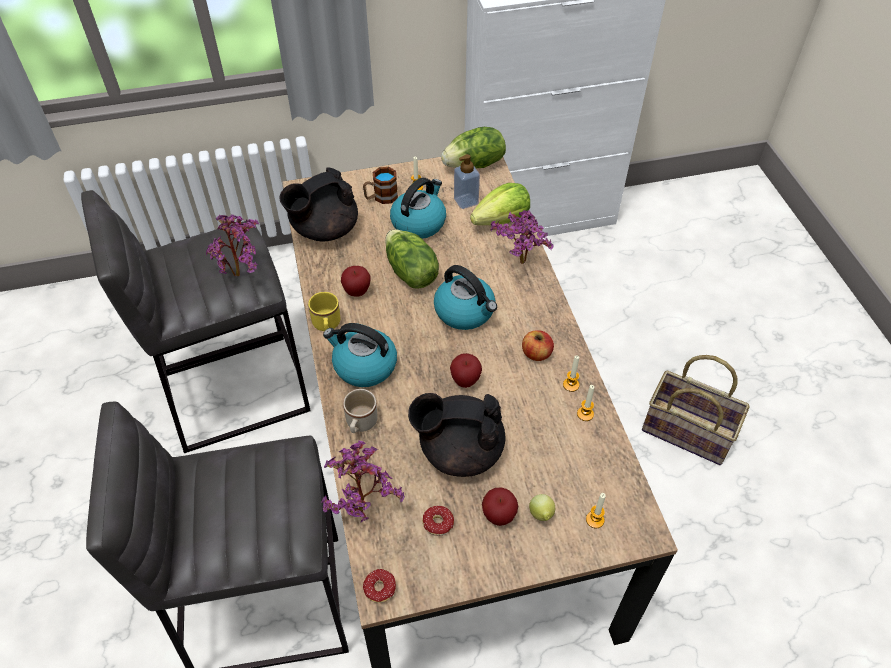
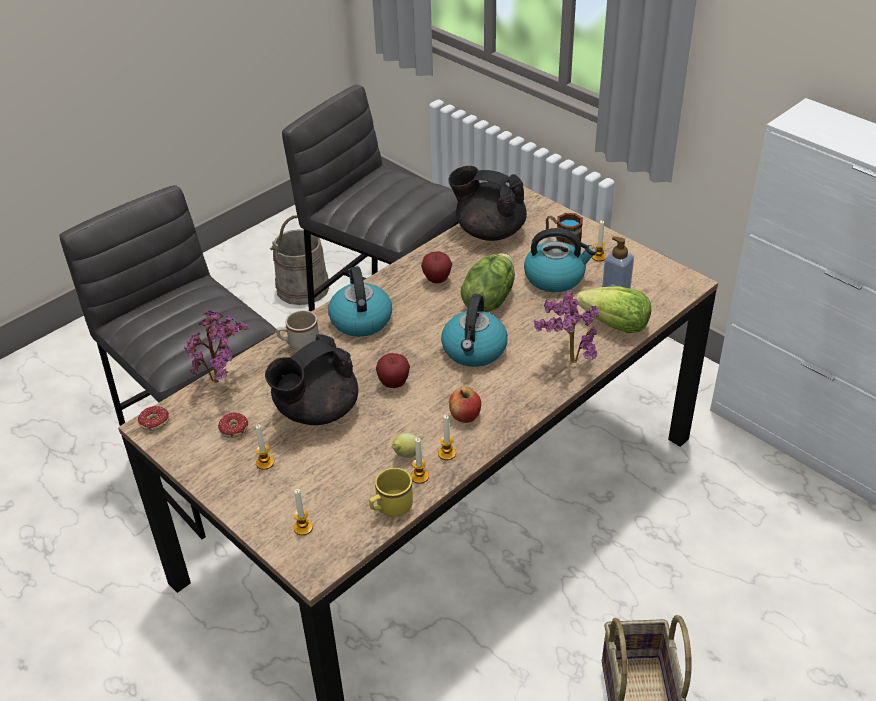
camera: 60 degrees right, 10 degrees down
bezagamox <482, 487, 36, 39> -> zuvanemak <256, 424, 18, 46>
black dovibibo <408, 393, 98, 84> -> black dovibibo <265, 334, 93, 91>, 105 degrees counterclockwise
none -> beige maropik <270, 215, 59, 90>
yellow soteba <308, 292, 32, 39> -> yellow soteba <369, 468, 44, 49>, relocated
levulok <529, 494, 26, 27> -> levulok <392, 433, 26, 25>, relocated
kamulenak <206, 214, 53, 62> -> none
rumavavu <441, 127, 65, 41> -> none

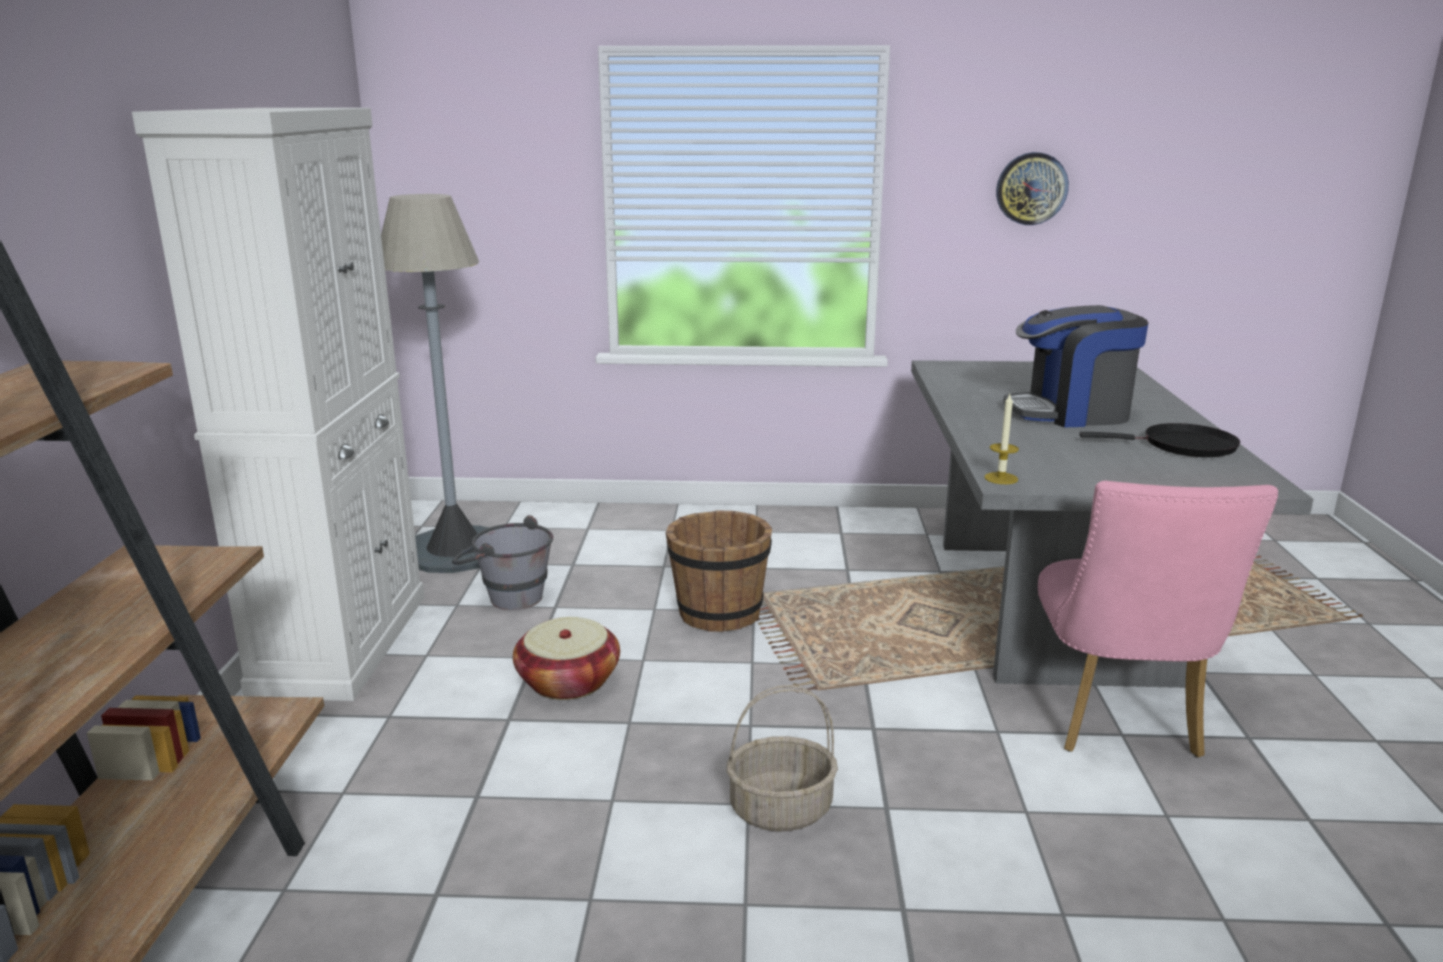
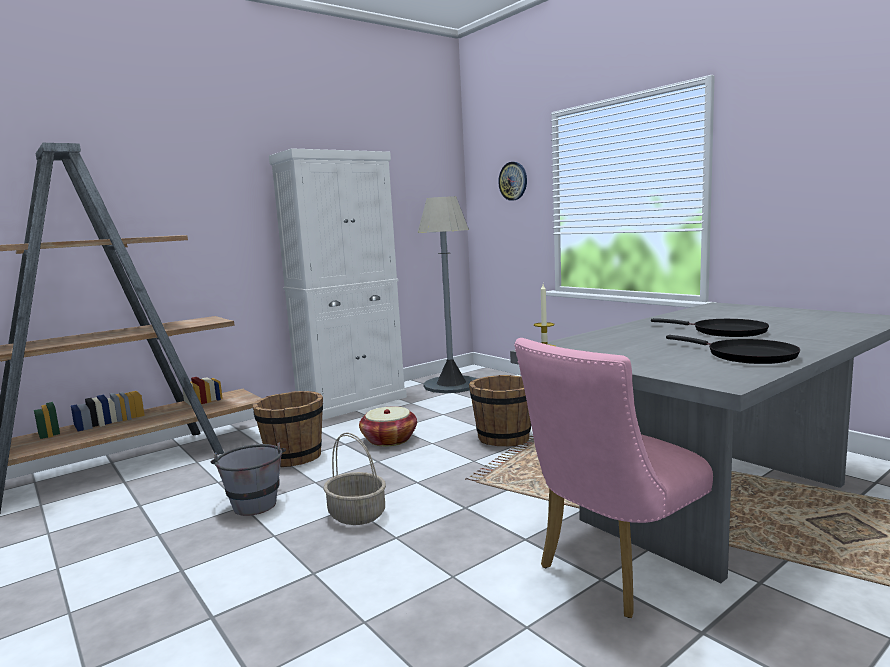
camera: 50 degrees right, 10 degrees down
grey maropik <452, 515, 101, 95> -> grey maropik <211, 442, 75, 74>, relocated
none -> brown maropik <252, 391, 71, 76>
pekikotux <996, 152, 73, 73> -> pekikotux <498, 162, 29, 39>, relocated
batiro <1003, 305, 145, 122> -> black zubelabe <651, 318, 118, 19>

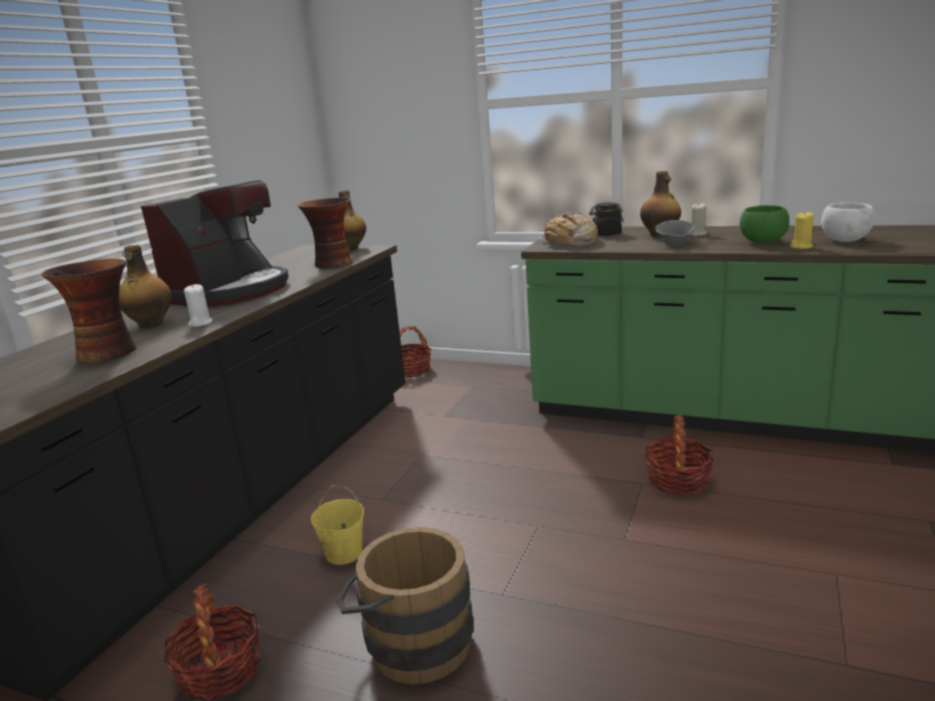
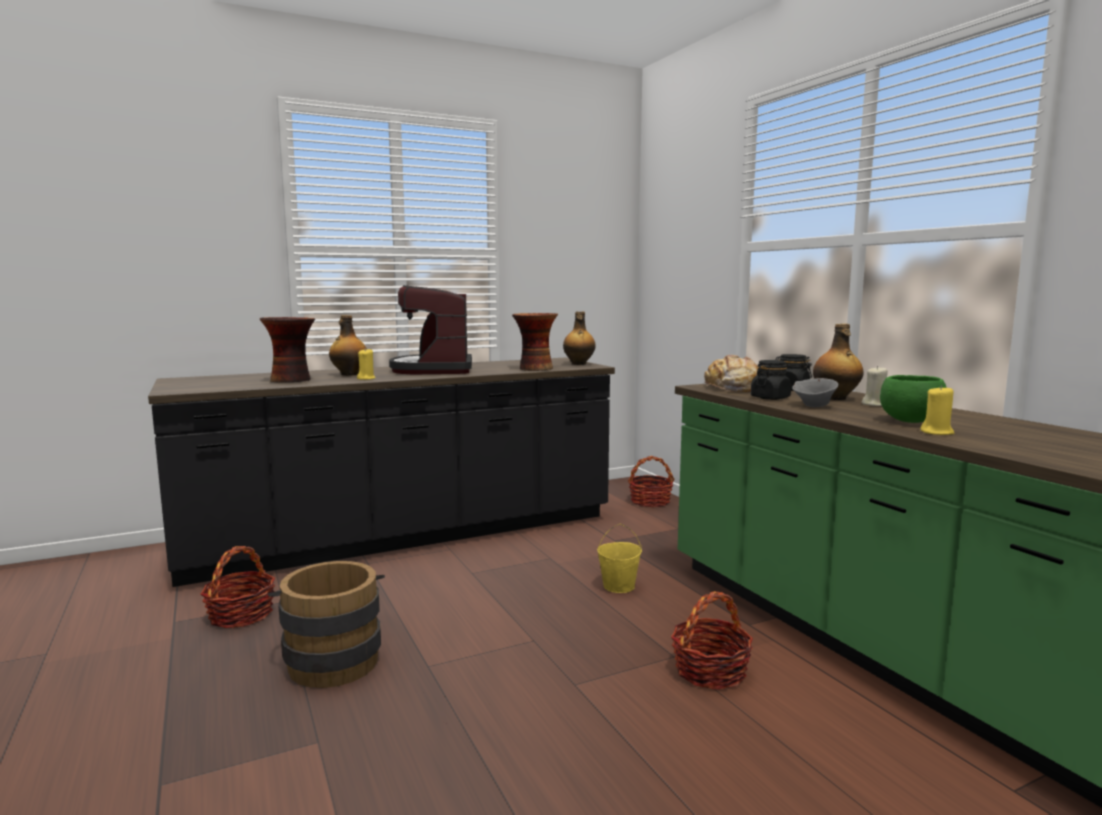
camera: 40 degrees right, 10 degrees down
white zuvanemak <184, 284, 29, 43> -> yellow zuvanemak <357, 349, 19, 31>
batiro <141, 180, 148, 126> -> batiro <389, 285, 83, 89>, 105 degrees clockwise
yellow maropik <311, 485, 53, 80> -> yellow maropik <597, 524, 45, 69>, relocated
none -> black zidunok <751, 360, 40, 40>
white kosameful <821, 202, 54, 40> -> none

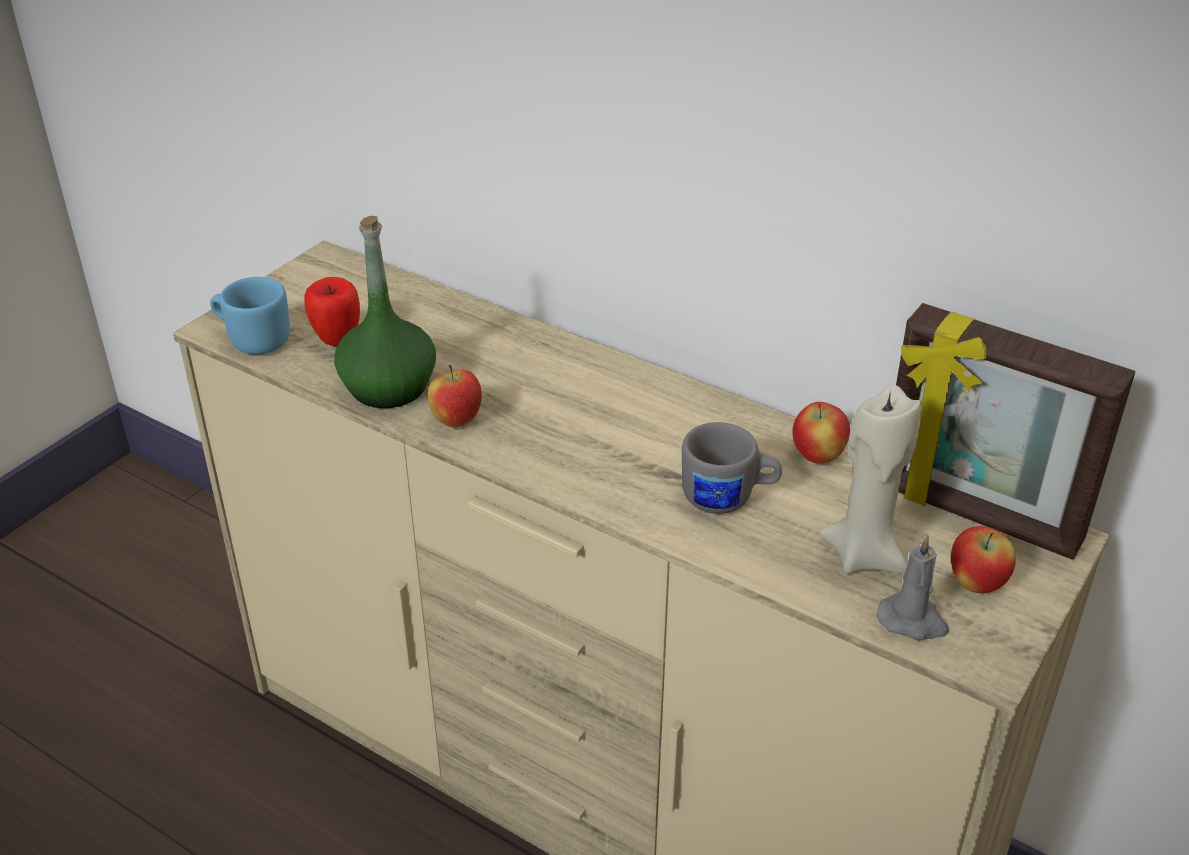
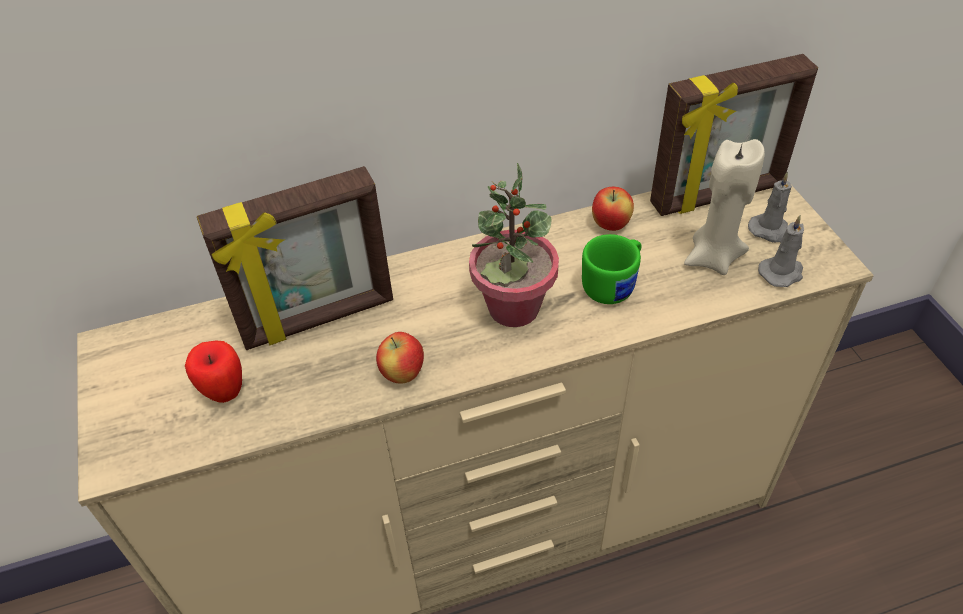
camera: 50 degrees left, 10 degrees up
none -> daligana <197, 166, 196, 184>
none -> kamulenak <469, 163, 90, 164>
grey soteba <682, 422, 100, 92> -> green soteba <582, 234, 59, 70>
bezagamox <951, 526, 65, 67> -> grey zuvanemak <748, 172, 44, 71>
blue soteba <210, 277, 80, 78> -> none
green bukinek <334, 216, 102, 192> -> none

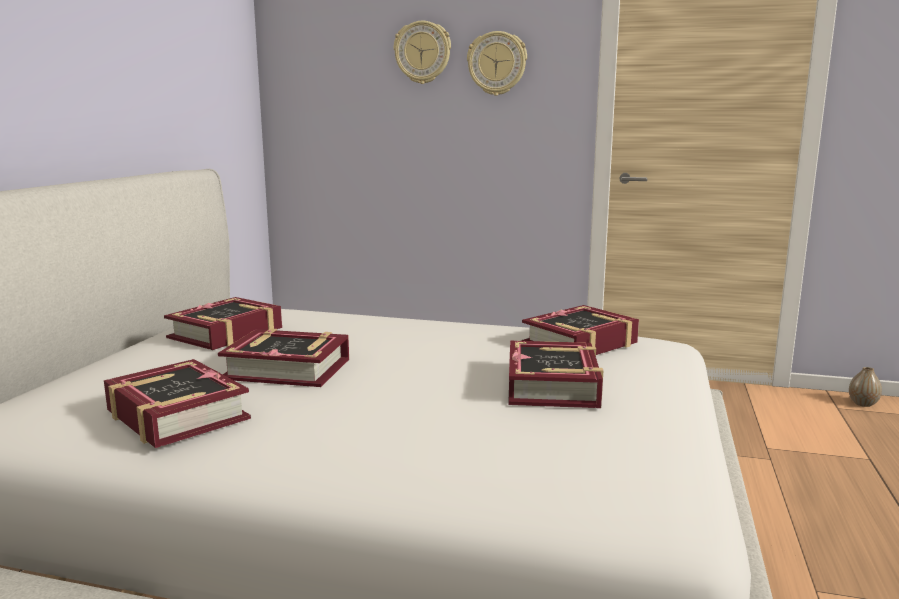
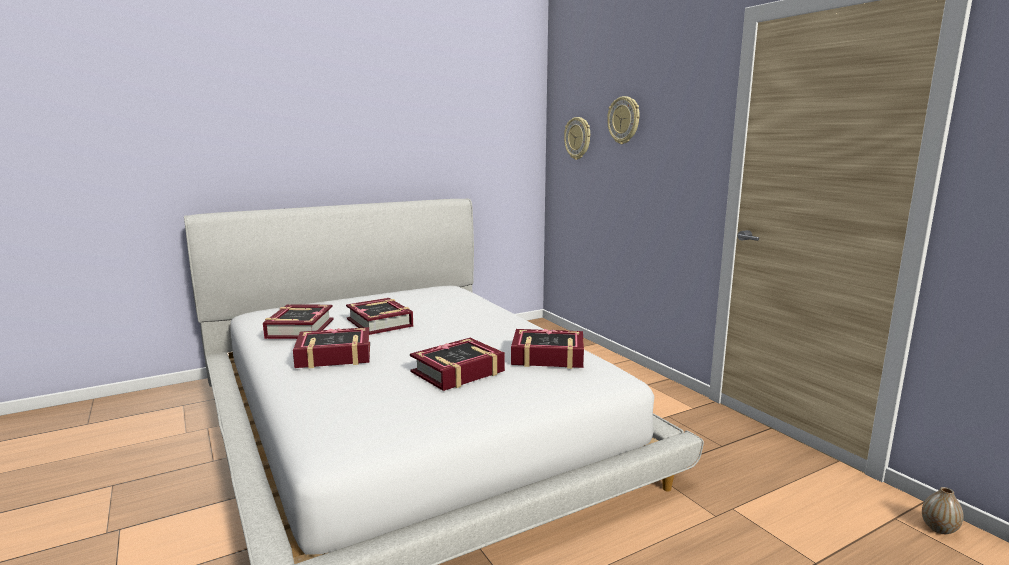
camera: 45 degrees right, 0 degrees up
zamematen <164, 297, 118, 53> -> zamematen <293, 327, 77, 41>, relocated
pekikotux <467, 31, 60, 65> -> pekikotux <564, 117, 26, 43>, relocated

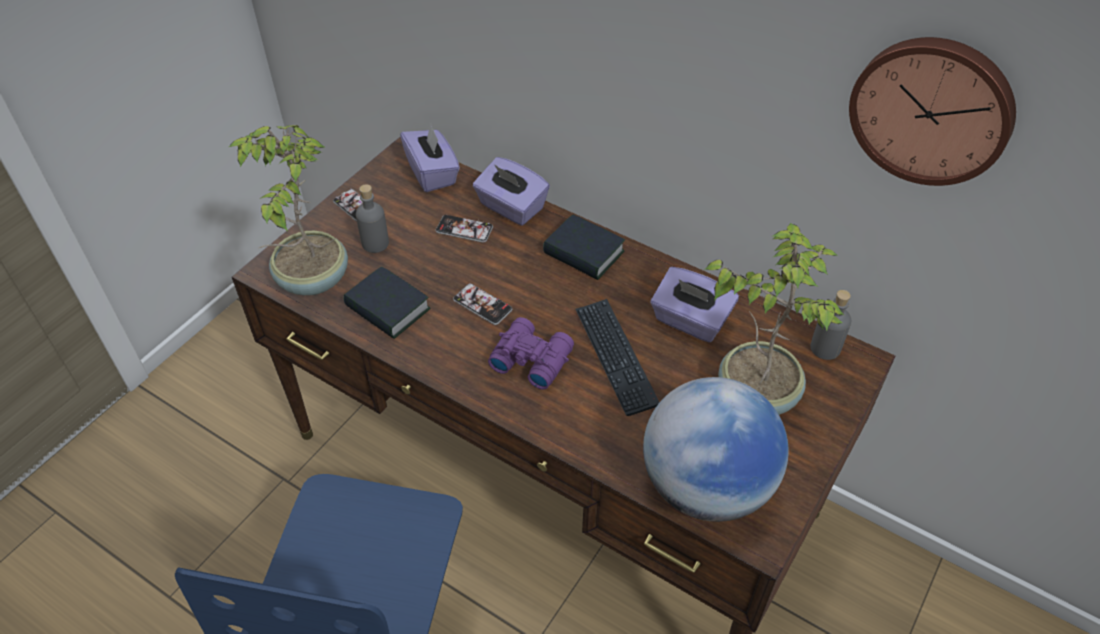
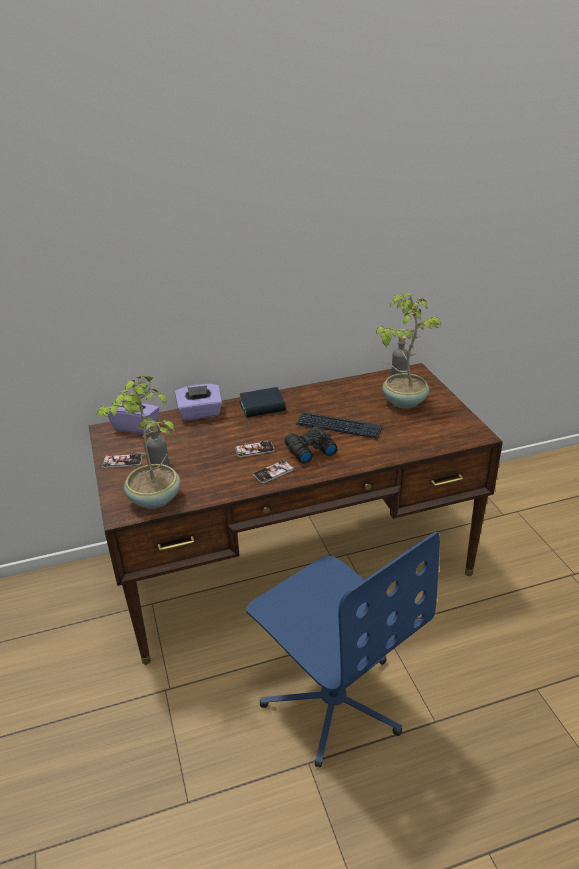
camera: 50 degrees left, 15 degrees down
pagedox <436, 215, 57, 28> -> pagedox <253, 460, 41, 24>, relocated
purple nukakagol <488, 317, 86, 73> -> black nukakagol <285, 426, 52, 38>
zamematen <344, 266, 86, 73> -> none
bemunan <643, 377, 145, 145> -> none
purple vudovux <651, 267, 88, 75> -> none
pekikotux <849, 37, 167, 149> -> none

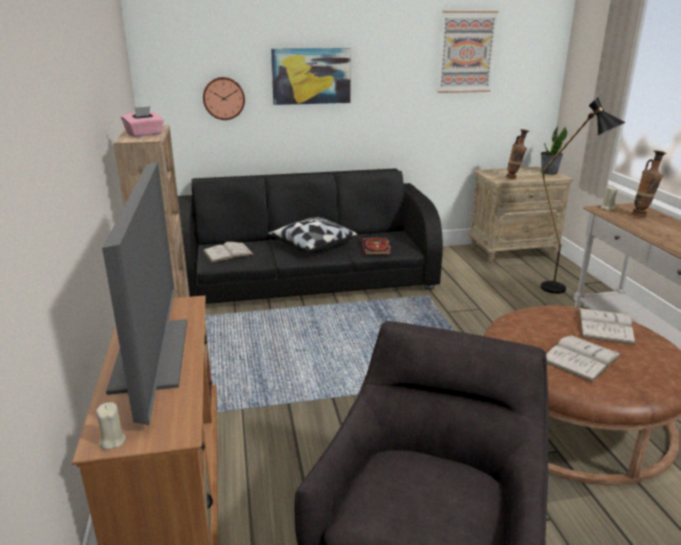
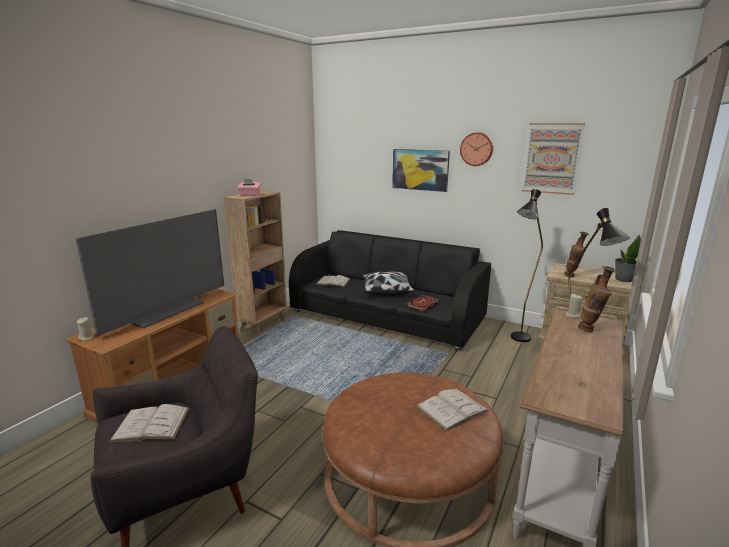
camera: 40 degrees right, 5 degrees down
white zamematen <546, 335, 75, 48> -> white zamematen <108, 404, 82, 39>, relocated
pekikotux <203, 77, 42, 43> -> pekikotux <460, 132, 33, 34>, relocated
none -> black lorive <511, 189, 32, 153>

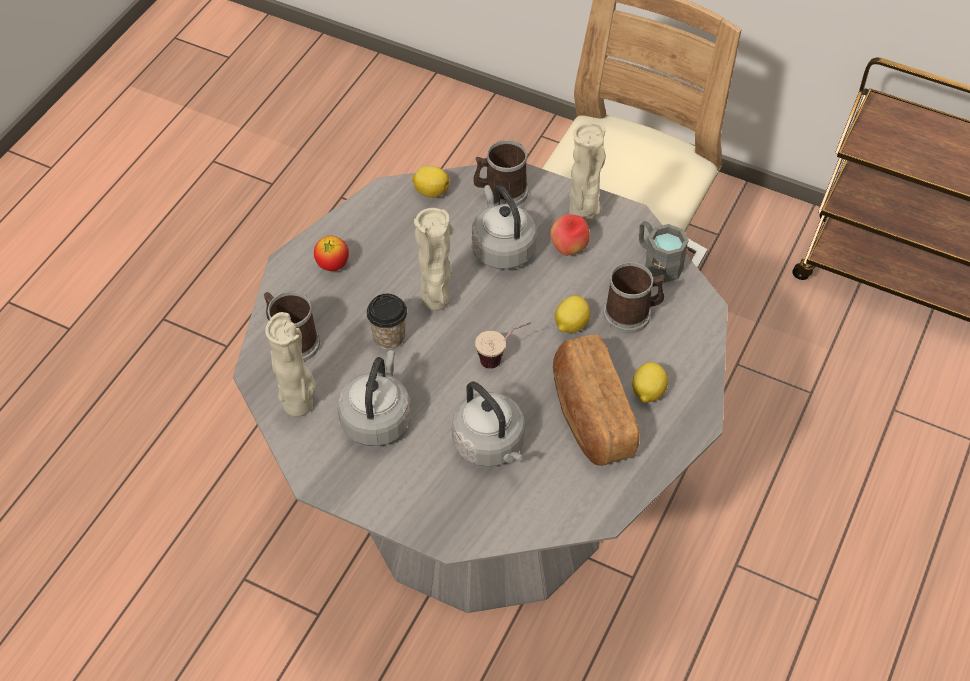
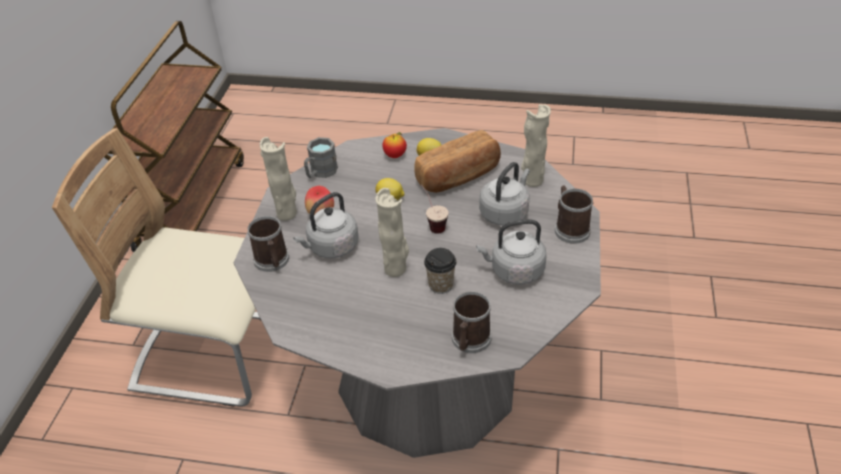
camera: 105 degrees left, 10 degrees down
bezagamox <314, 236, 35, 35> -> bezagamox <382, 132, 25, 26>, relocated
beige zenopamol <265, 312, 52, 105> -> beige zenopamol <521, 104, 30, 83>, relocated
soteba <604, 262, 61, 72> -> soteba <555, 185, 38, 59>, relocated
levulok <412, 166, 38, 32> -> none

